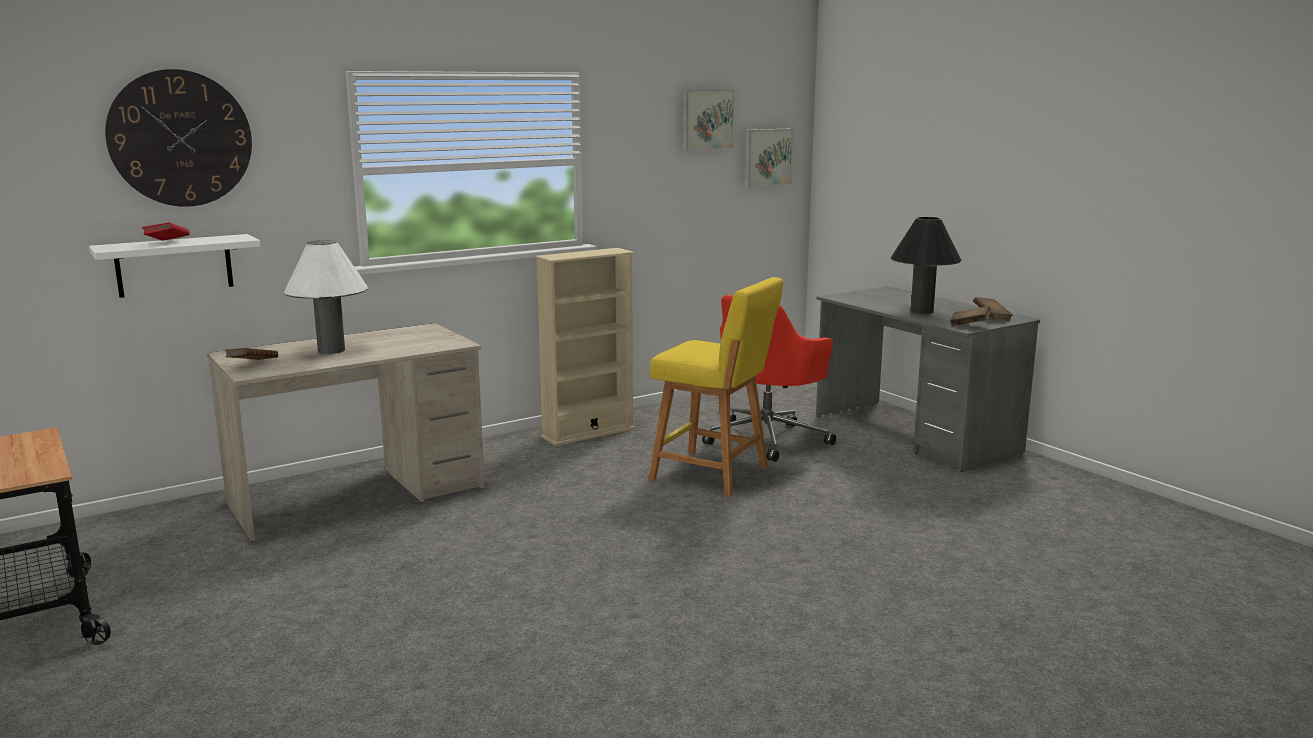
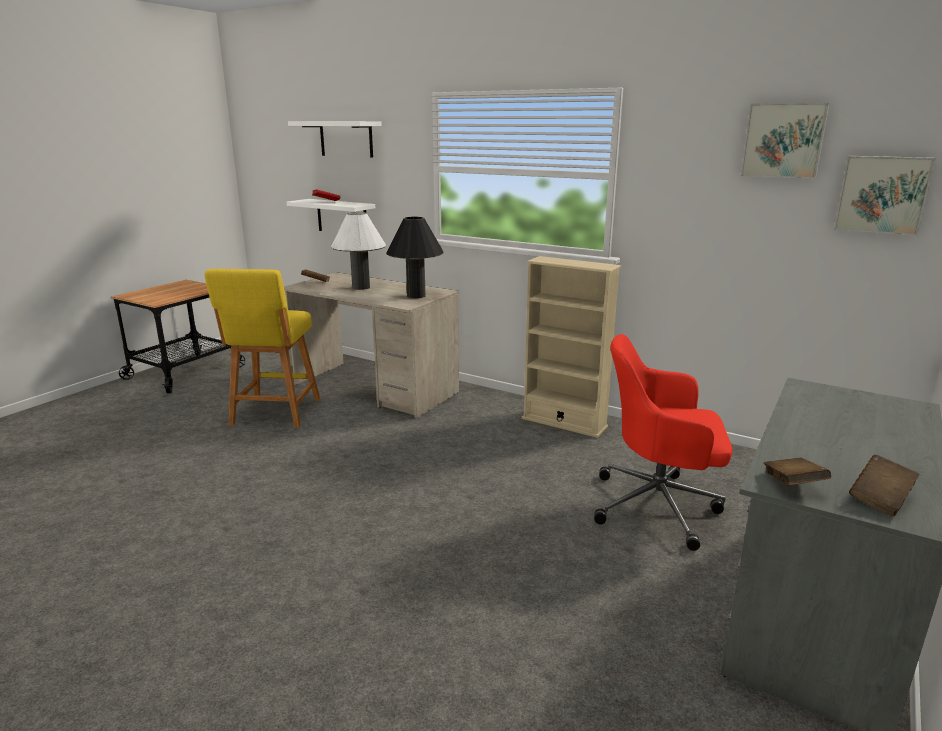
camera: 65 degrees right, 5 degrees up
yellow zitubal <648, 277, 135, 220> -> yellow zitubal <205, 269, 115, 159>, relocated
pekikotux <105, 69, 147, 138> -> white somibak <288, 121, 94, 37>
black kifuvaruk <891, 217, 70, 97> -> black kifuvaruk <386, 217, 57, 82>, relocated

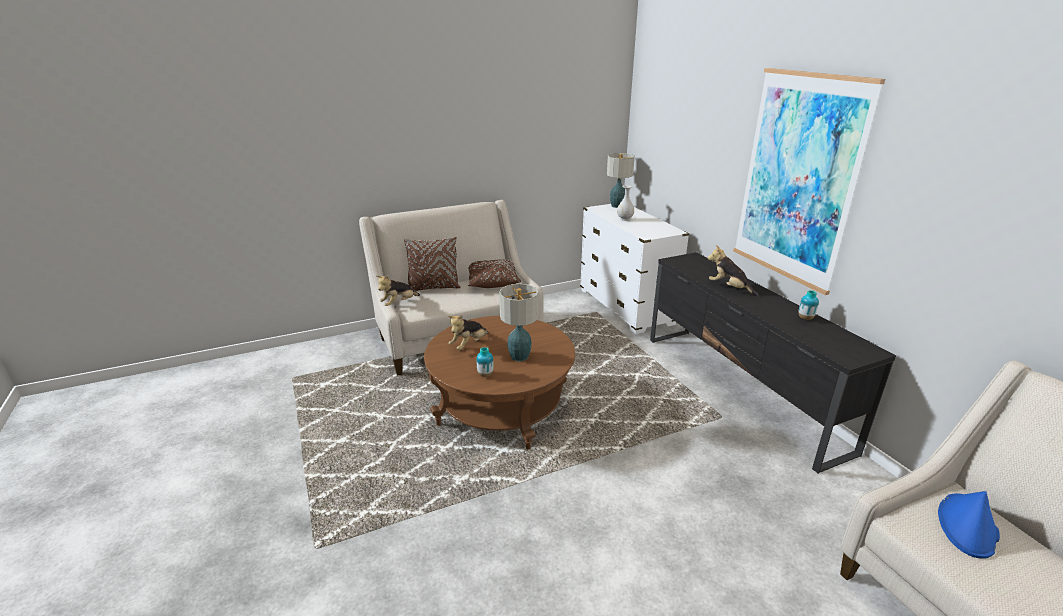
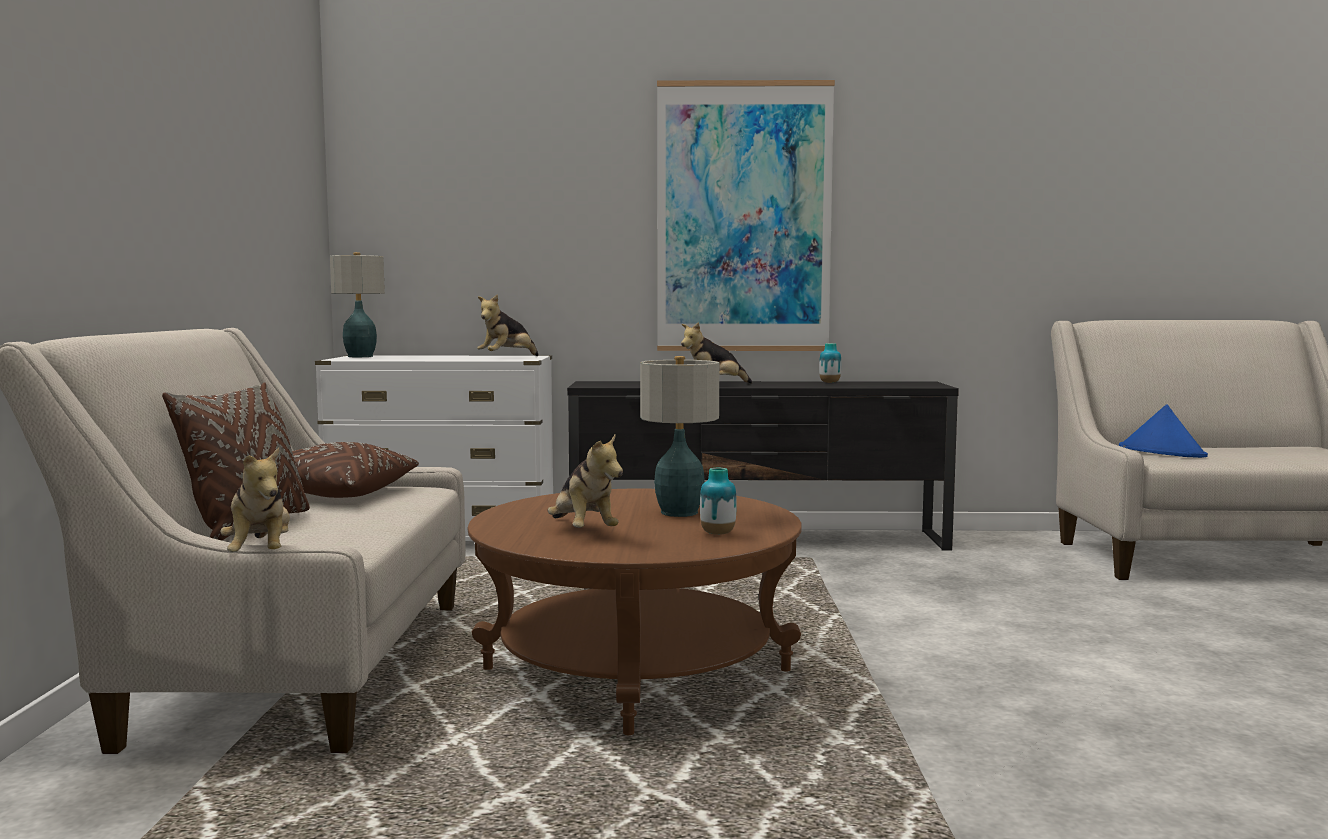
camera: 65 degrees left, 20 degrees down
none -> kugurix <477, 294, 62, 62>
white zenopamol <617, 185, 17, 36> -> none

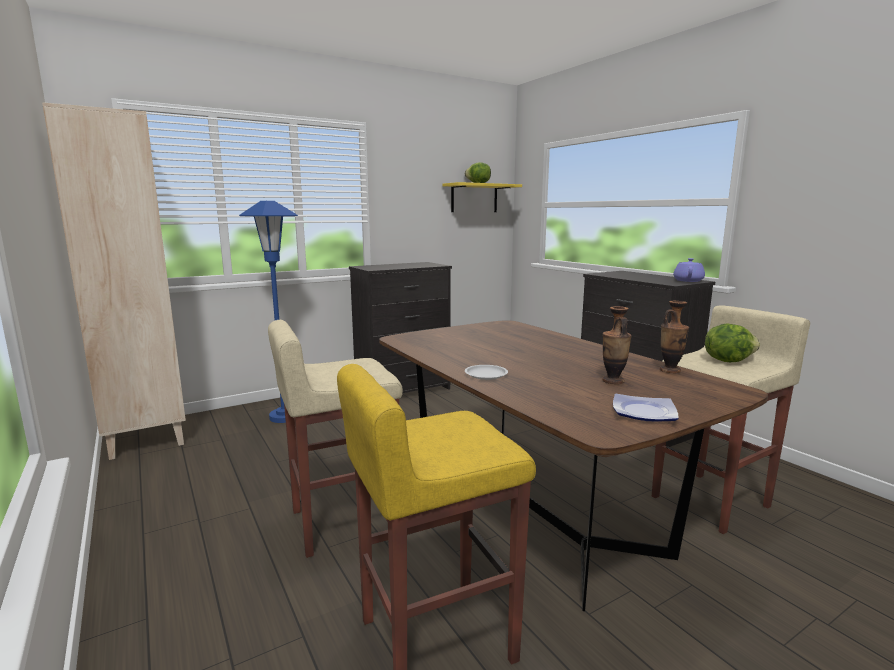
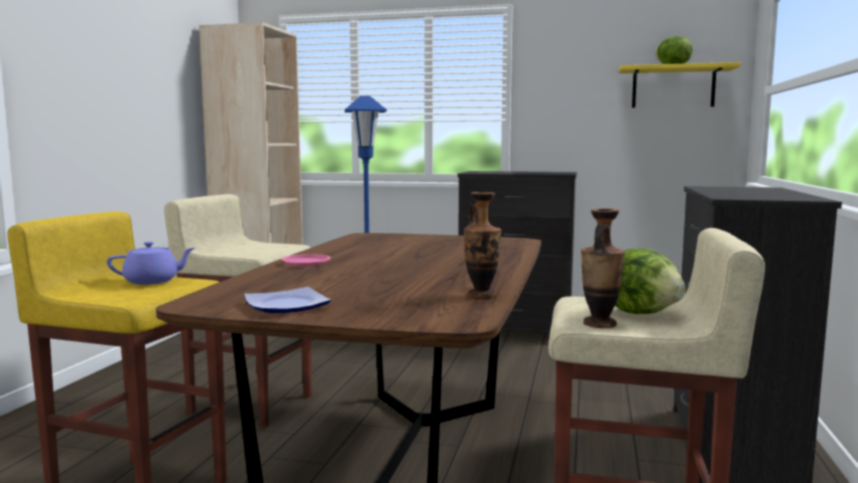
camera: 45 degrees right, 5 degrees down
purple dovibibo <673, 258, 32, 24> -> purple dovibibo <107, 242, 88, 43>, relocated
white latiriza <465, 365, 43, 15> -> pink latiriza <281, 254, 50, 12>
zenopamol <602, 306, 30, 78> -> zenopamol <581, 209, 44, 119>, relocated

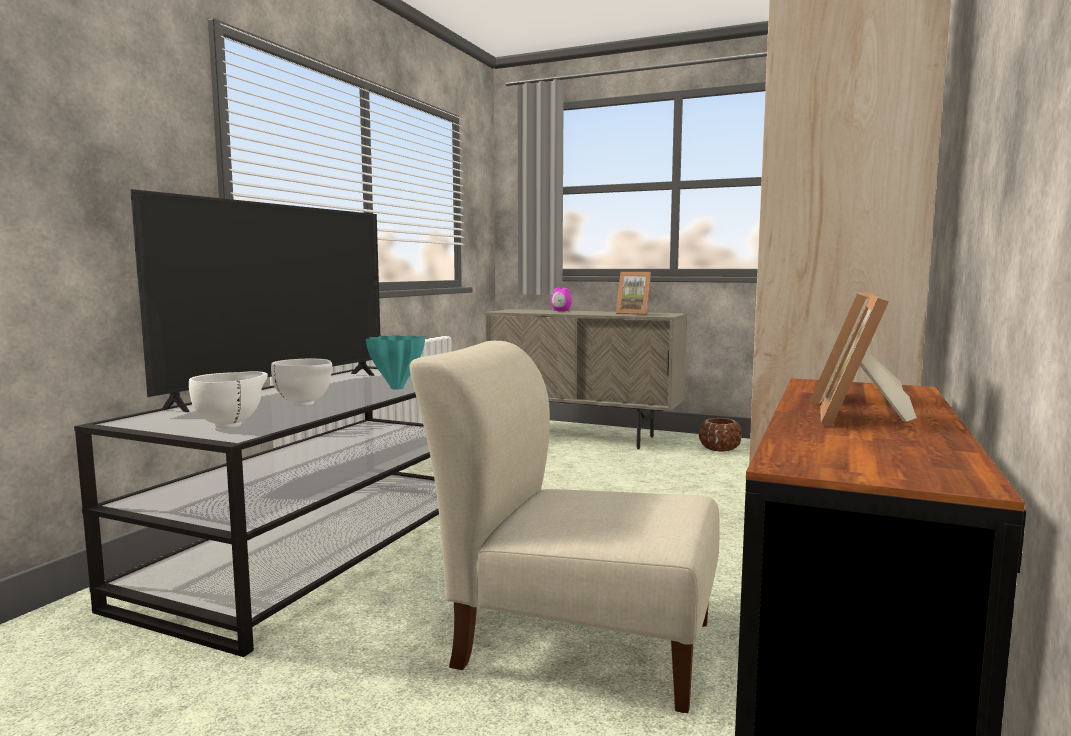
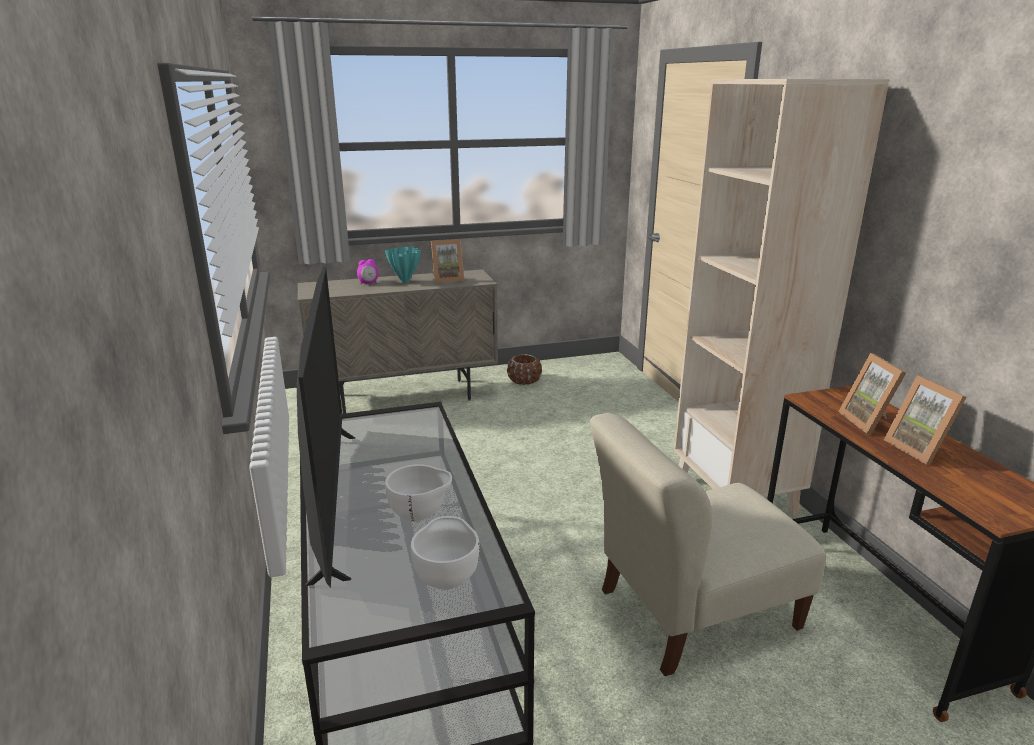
camera: 40 degrees left, 15 degrees up
turquoise zenopamol <366, 335, 59, 55> -> turquoise zenopamol <385, 246, 36, 37>, relocated

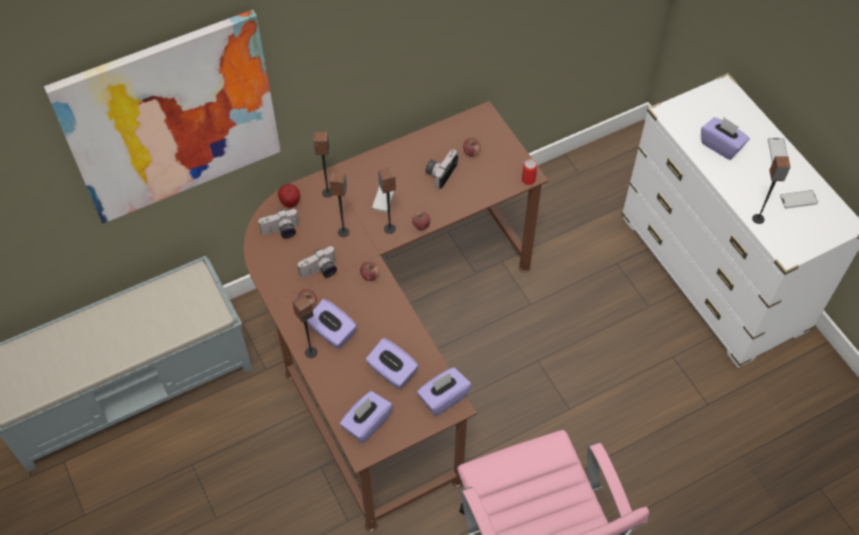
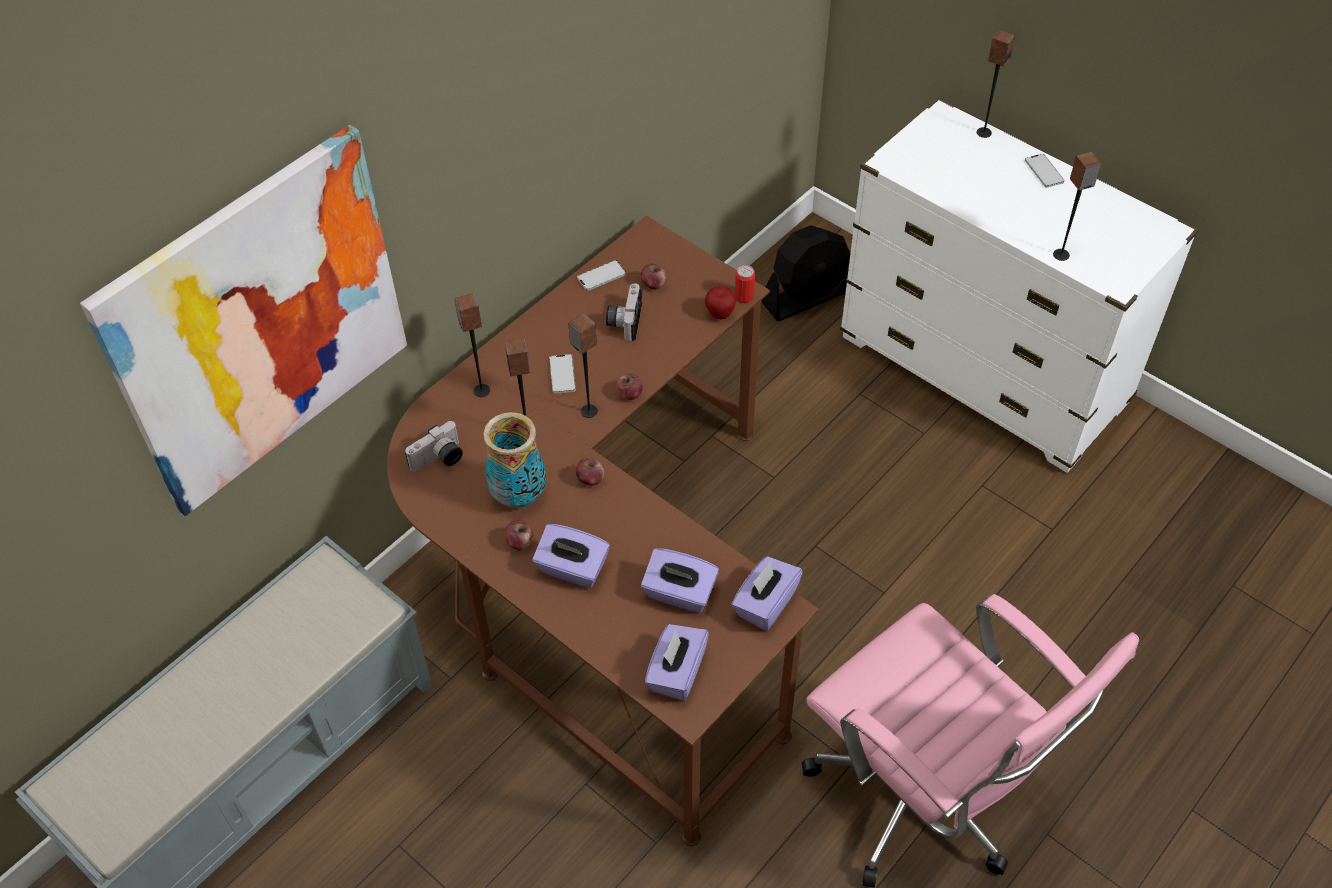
camera: 20 degrees left, 5 degrees down
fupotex <297, 246, 40, 32> -> zenopamol <483, 412, 63, 96>
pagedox <780, 190, 38, 18> -> pagedox <577, 260, 49, 31>, relocated
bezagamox <278, 184, 22, 24> -> bezagamox <705, 286, 32, 33>, relocated
none -> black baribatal <762, 225, 88, 96>
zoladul <292, 294, 25, 64> -> zoladul <977, 30, 38, 108>, relocated
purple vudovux <701, 117, 49, 43> -> none

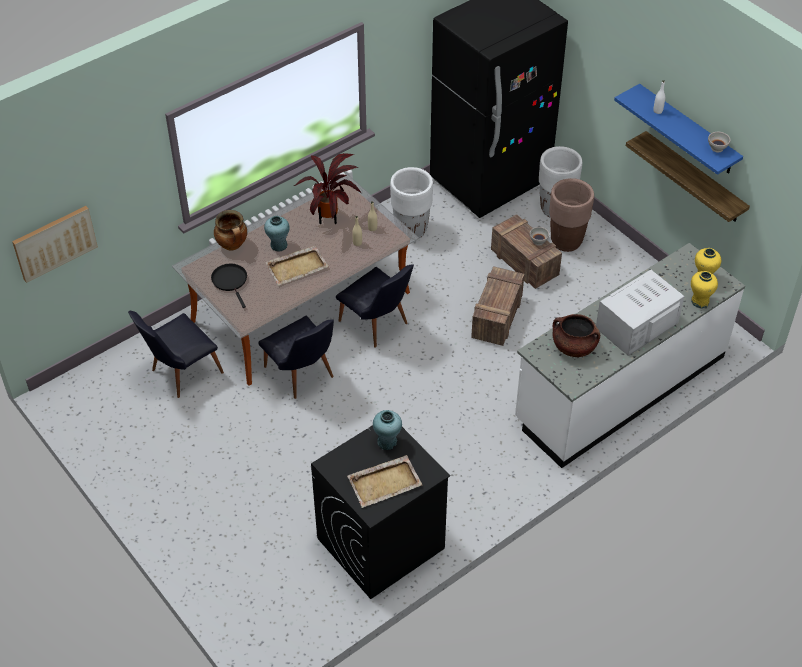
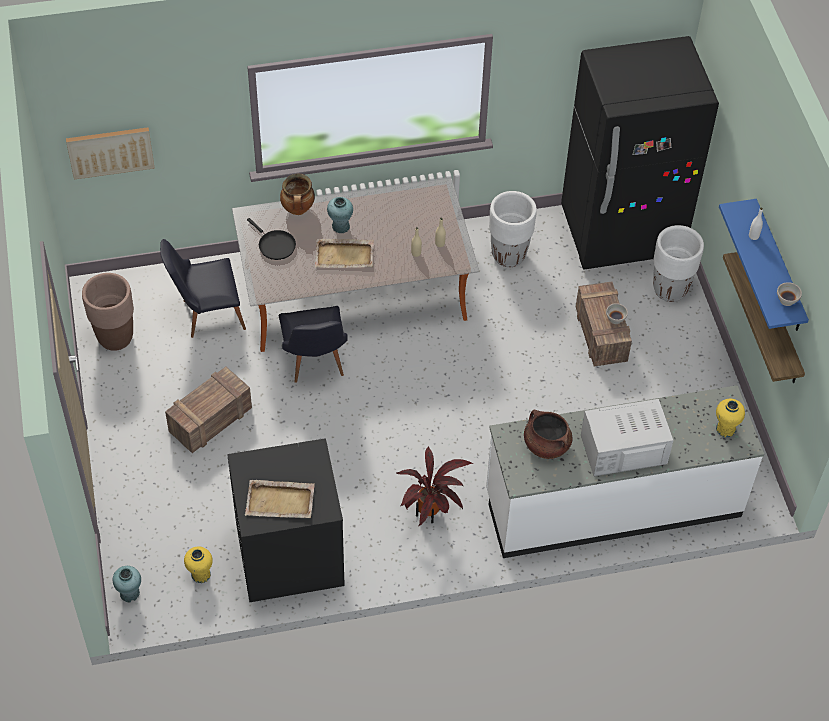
camera: 25 degrees right, 5 degrees up
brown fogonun <549, 178, 45, 74> -> brown fogonun <82, 273, 52, 78>, relocated
turquoise zenopamol <373, 410, 29, 40> -> turquoise zenopamol <113, 566, 28, 36>, relocated
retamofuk <471, 266, 53, 80> -> retamofuk <165, 367, 87, 86>, relocated
yellow zenopamol <691, 271, 27, 37> -> yellow zenopamol <184, 547, 29, 36>, relocated
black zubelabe <211, 264, 36, 44> -> black zubelabe <247, 218, 49, 42>, 135 degrees clockwise
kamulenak <294, 153, 68, 71> -> kamulenak <396, 447, 77, 79>, relocated
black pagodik <336, 264, 78, 83> -> none

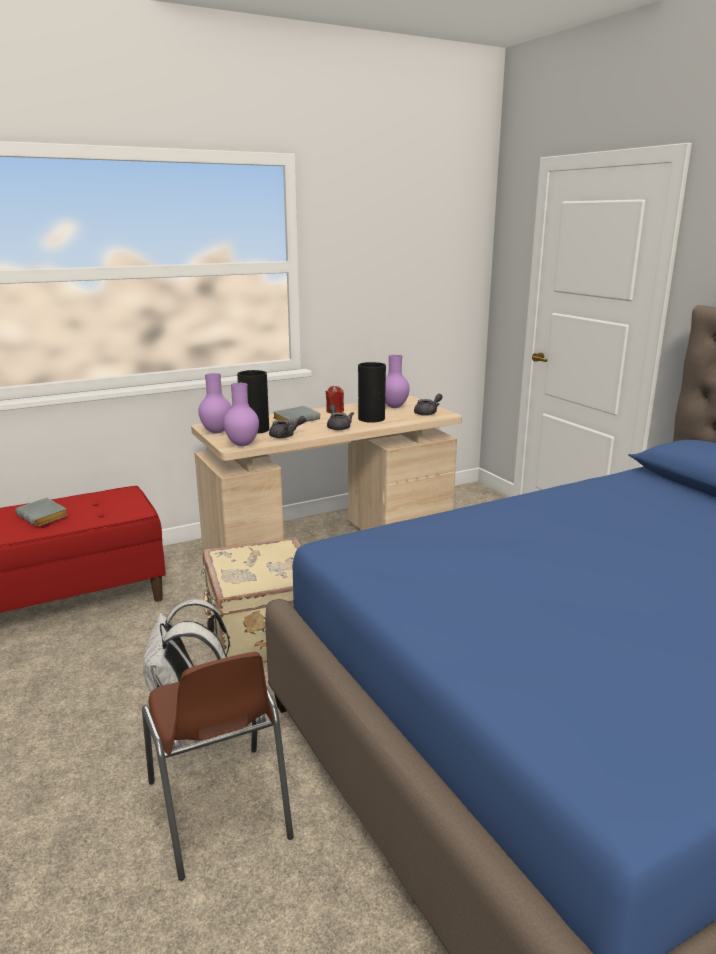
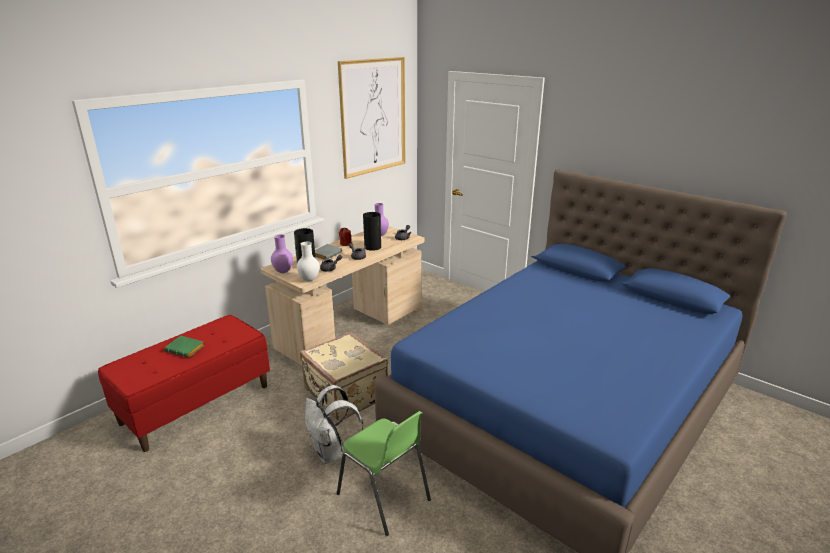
camera: 20 degrees left, 5 degrees up
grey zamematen <15, 498, 53, 29> -> green zamematen <164, 336, 40, 22>
purple zenopamol <223, 383, 36, 63> -> white zenopamol <297, 242, 23, 39>
brown pagodik <142, 652, 152, 229> -> green pagodik <337, 411, 94, 125>
none -> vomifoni <338, 57, 67, 122>

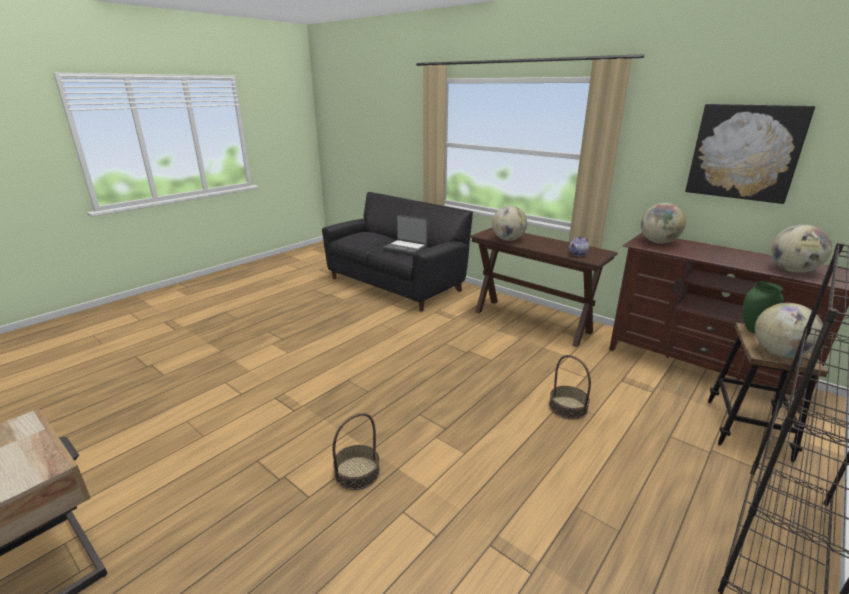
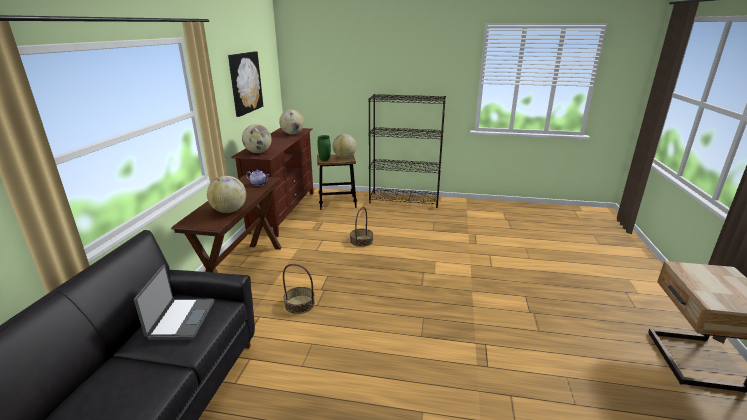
camera: 120 degrees left, 0 degrees up
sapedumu <333, 413, 47, 77> -> sapedumu <283, 264, 32, 50>, relocated

